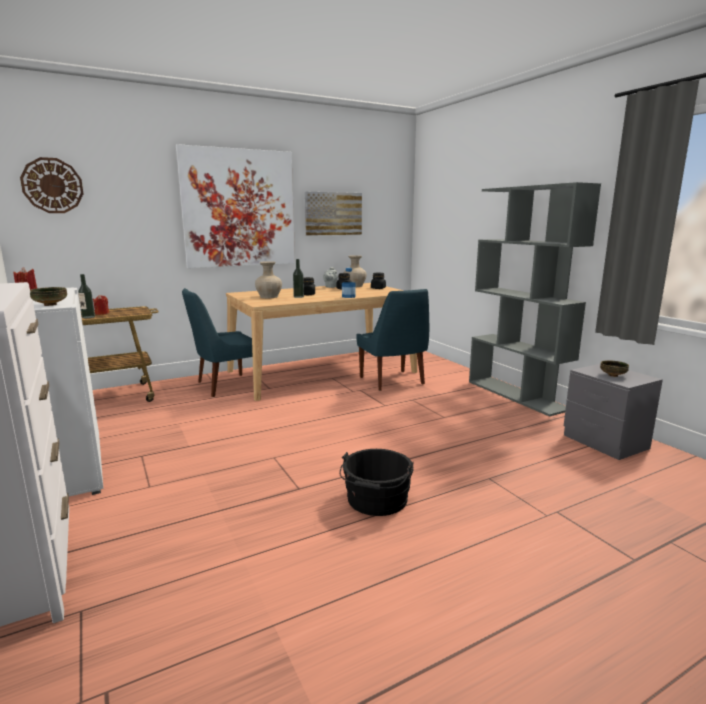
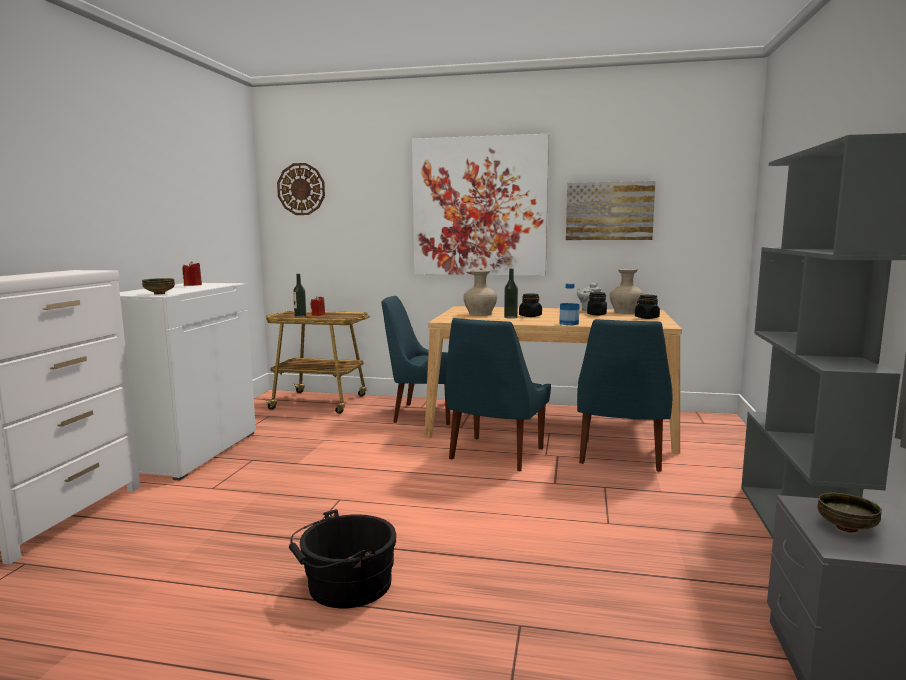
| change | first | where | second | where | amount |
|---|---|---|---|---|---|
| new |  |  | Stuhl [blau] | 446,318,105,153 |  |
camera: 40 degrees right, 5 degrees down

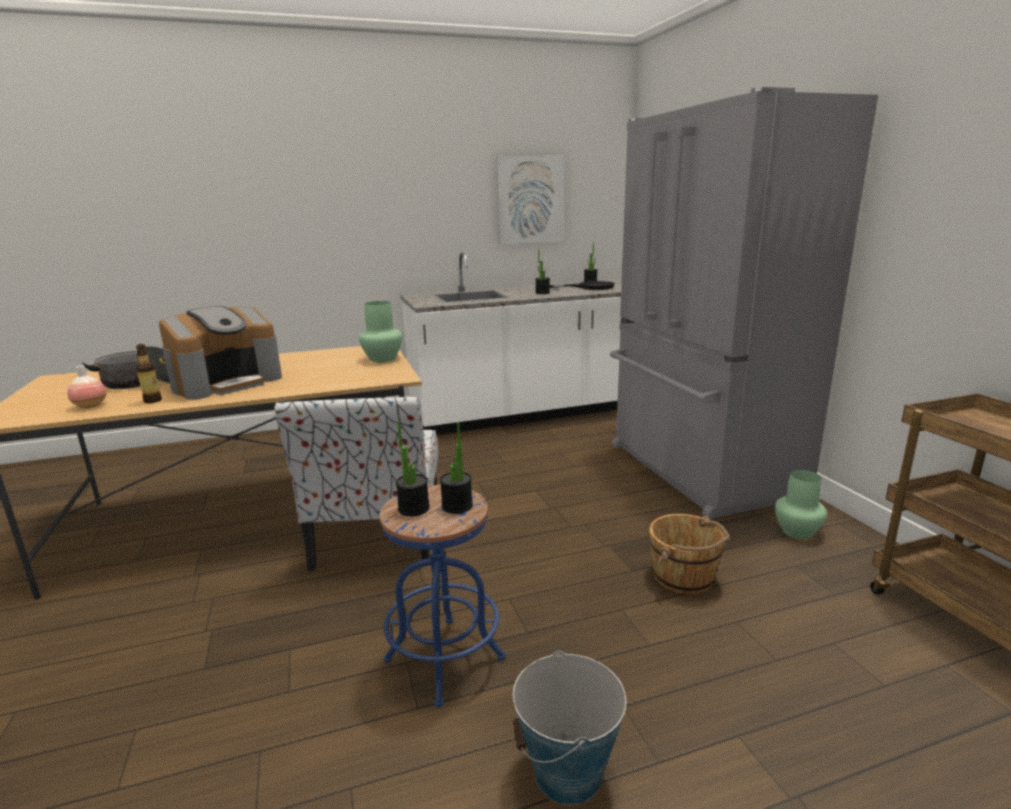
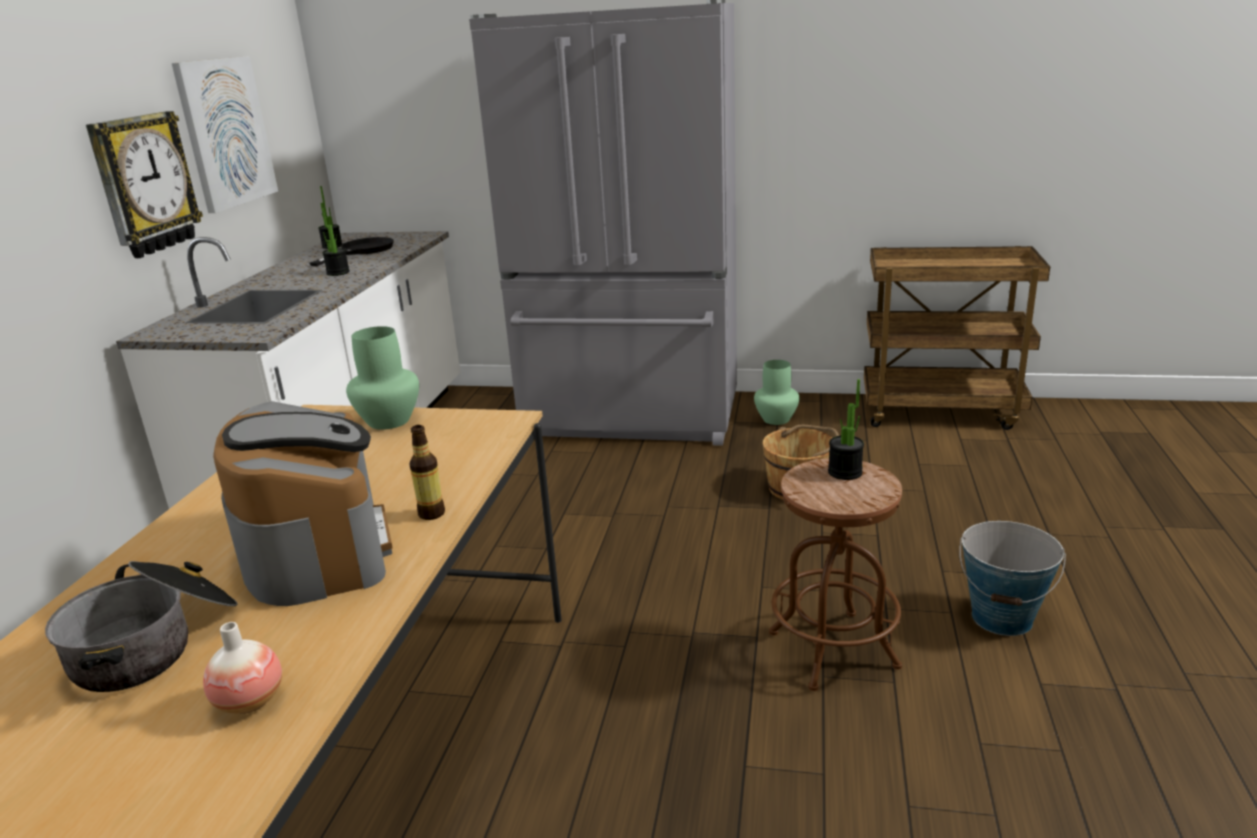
| change | first | where | second | where | amount |
|---|---|---|---|---|---|
| new |  |  | Wanduhr | 86,111,117,147 |  |
| shifted | Flasche | 136,344,26,59 |  | 410,425,35,95 |  |
| repainted | Hocker [blau] | 380,485,126,223 | Hocker [braun] | 769,458,133,233 |  |
| gone | Stuhl | 274,397,164,174 |  |  |  |
| gone | Topfpflanze | 396,421,34,95 |  |  |  |
camera: 60 degrees left, 5 degrees up

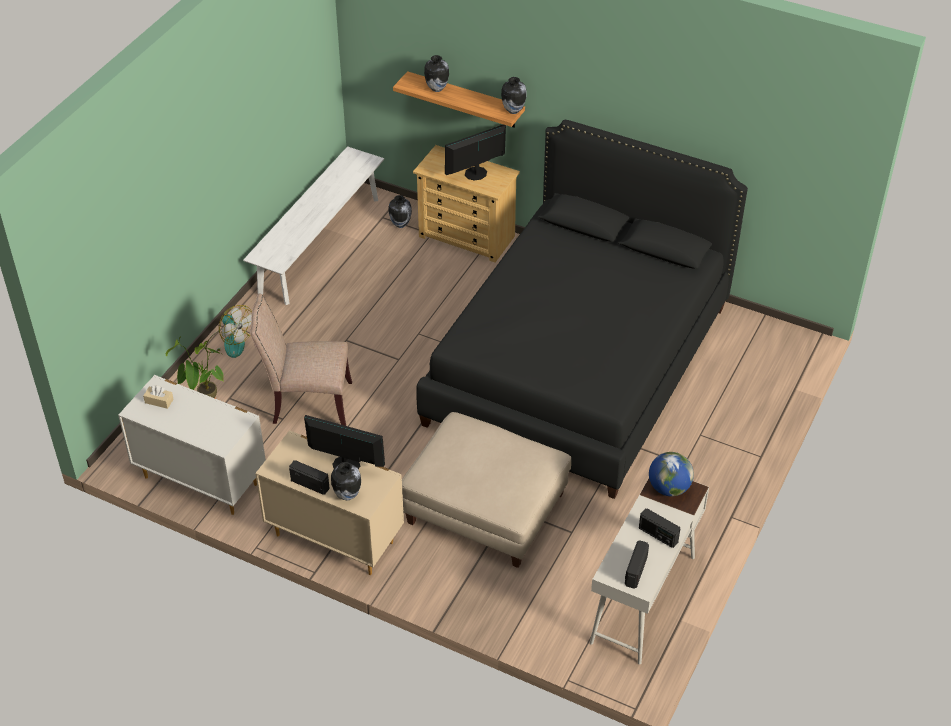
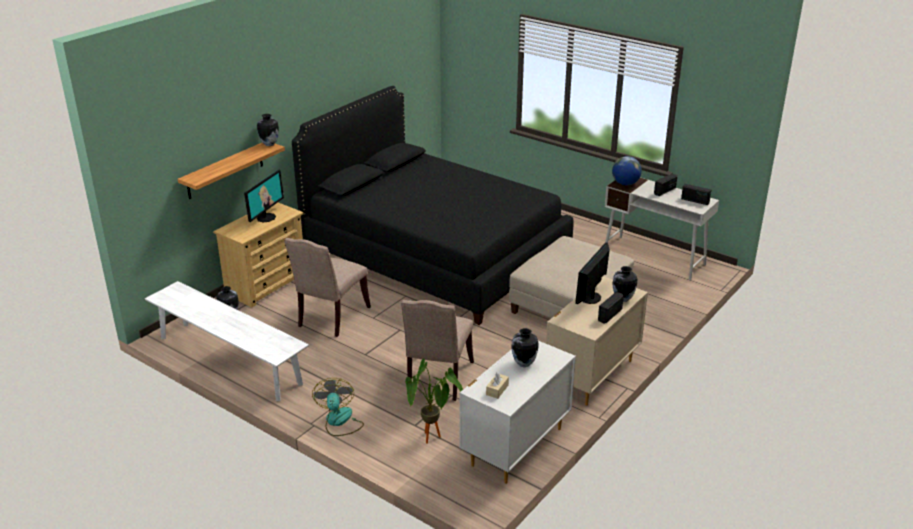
| change | first | where | second | where | amount |
|---|---|---|---|---|---|
| rotated | Monitor | 445,125,61,56 |  | 244,169,40,54 | 135 degrees counterclockwise |
| new |  |  | Stuhl [beige] | 284,238,87,99 |  |
| rotated | Ventilator | 206,305,46,53 |  | 312,378,52,58 | 60 degrees counterclockwise |
| shifted | Vase | 424,55,25,37 |  | 511,328,27,39 |  |
camera: 80 degrees left, 15 degrees down

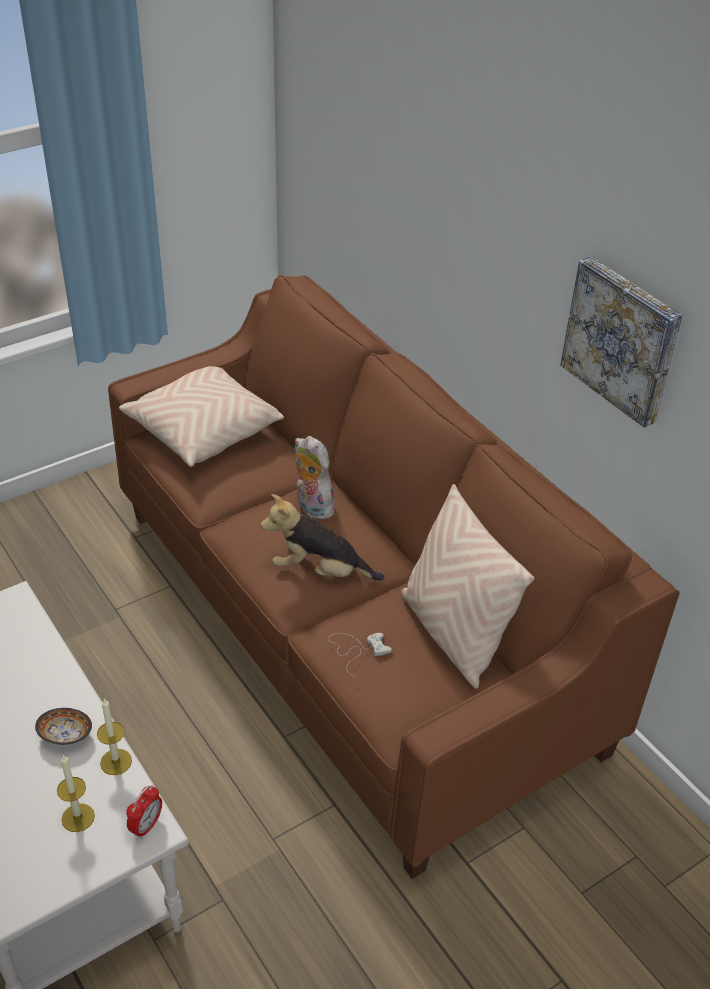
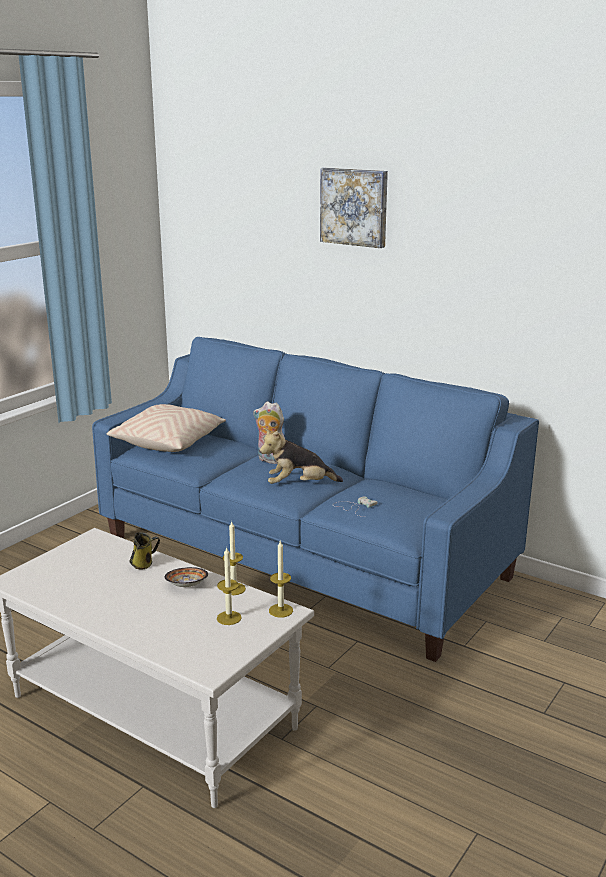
| change | first | where | second | where | amount |
|---|---|---|---|---|---|
| repainted | Sofa [braun] | 108,275,571,604 | Sofa [blau] | 92,337,447,325 |  |
| new |  |  | Henkelbecher | 129,532,31,38 |  |
| swapped | Wecker | 126,785,36,54 | Kerze | 269,541,24,77 |  |
| shifted | Bild | 560,256,123,172 |  | 320,167,68,81 |  |
| gone | Kissen [beige] | 401,484,133,204 |  |  |  |
camera: 20 degrees left, 20 degrees down

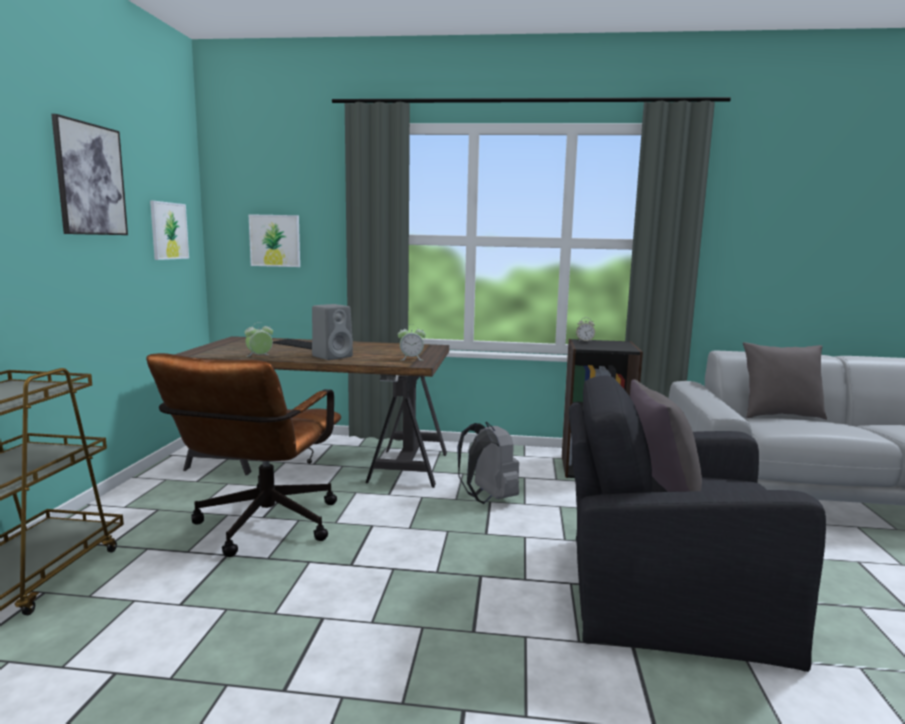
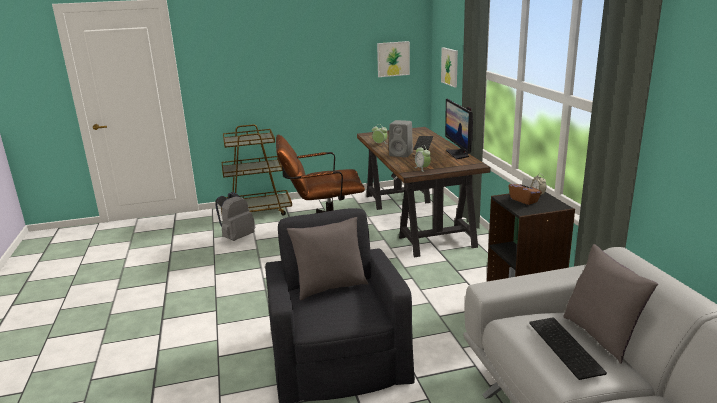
| change | first | where | second | where | amount |
|---|---|---|---|---|---|
| shifted | Rucksack [grau] | 457,422,62,82 |  | 215,192,40,49 |  |
| new |  |  | Monitor | 445,99,28,61 |  |
| new |  |  | Taschentuchbox [braun] | 509,178,33,27 |  |
| new |  |  | Tastatur | 529,317,78,63 |  |
| gone | Bild | 51,114,77,121 |  |  |  |
camera: 70 degrees right, 10 degrees up

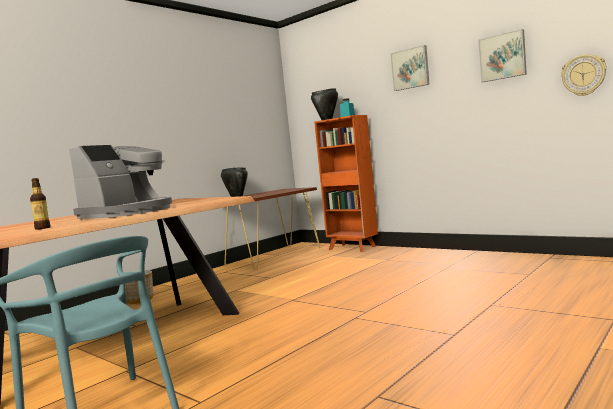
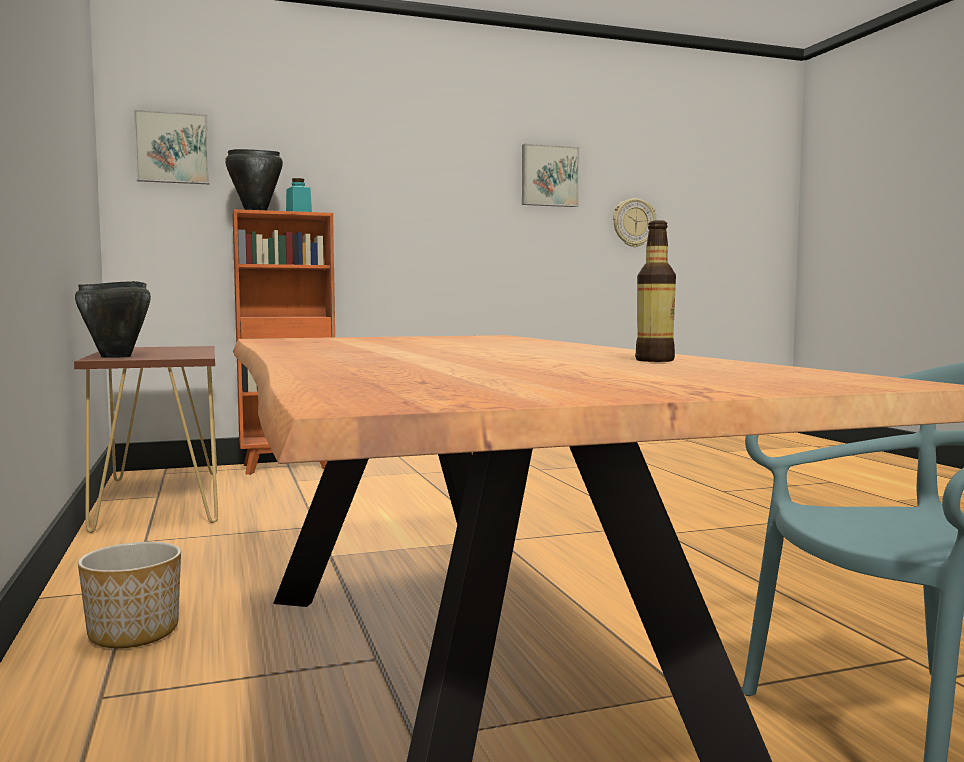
| change | first | where | second | where | amount |
|---|---|---|---|---|---|
| shifted | Bild | 391,45,39,46 |  | 134,109,76,76 |  |
| gone | Kaffeemaschine | 69,145,103,74 |  |  |  |
camera: 60 degrees left, 0 degrees up

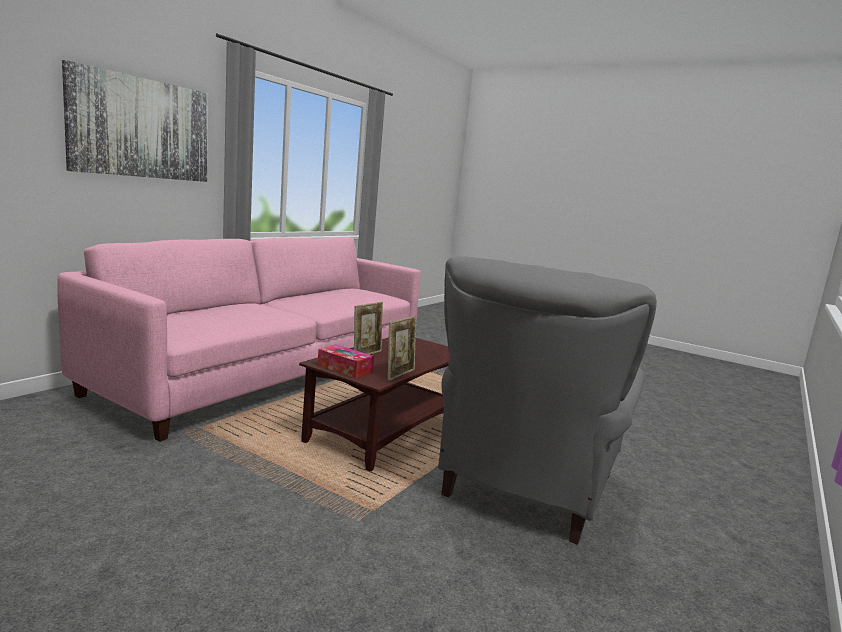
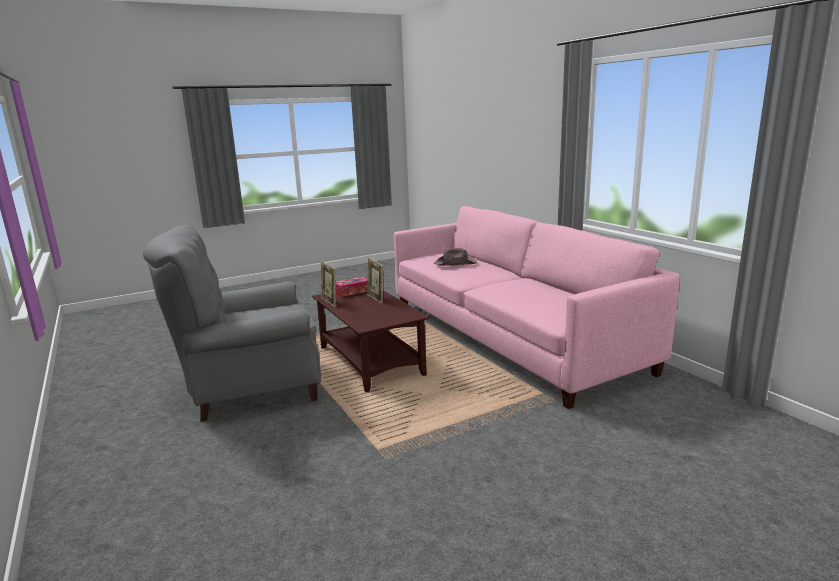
| change | first | where | second | where | amount |
|---|---|---|---|---|---|
| rotated | Sessel [grau] | 438,256,219,289 |  | 143,225,178,197 | 75 degrees counterclockwise |
| new |  |  | Hut [braun] | 434,248,43,18 |  |
| gone | Bild | 62,60,146,122 |  |  |  |
camera: 120 degrees right, 5 degrees up

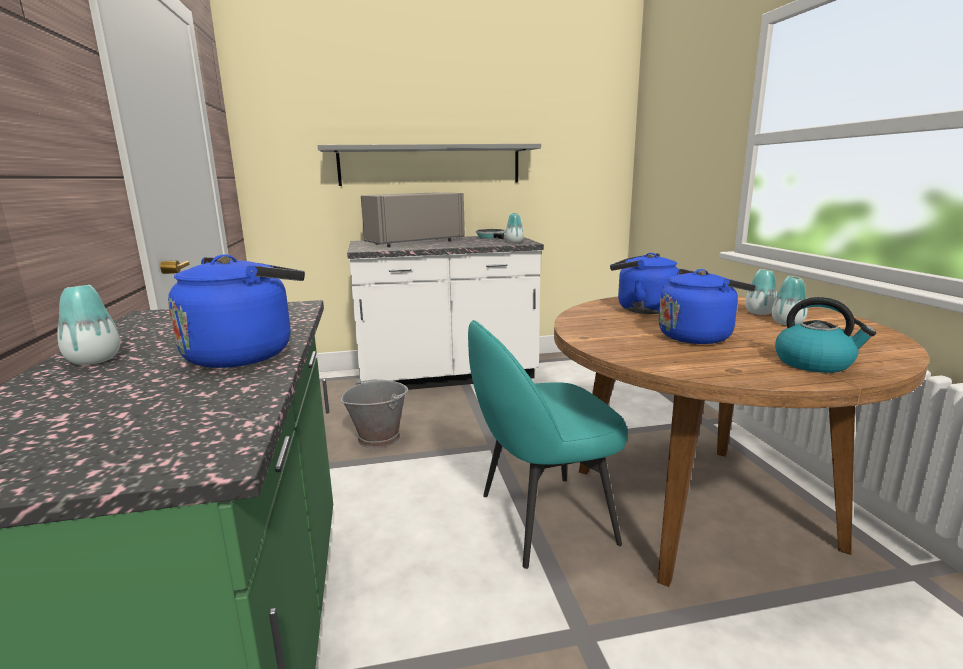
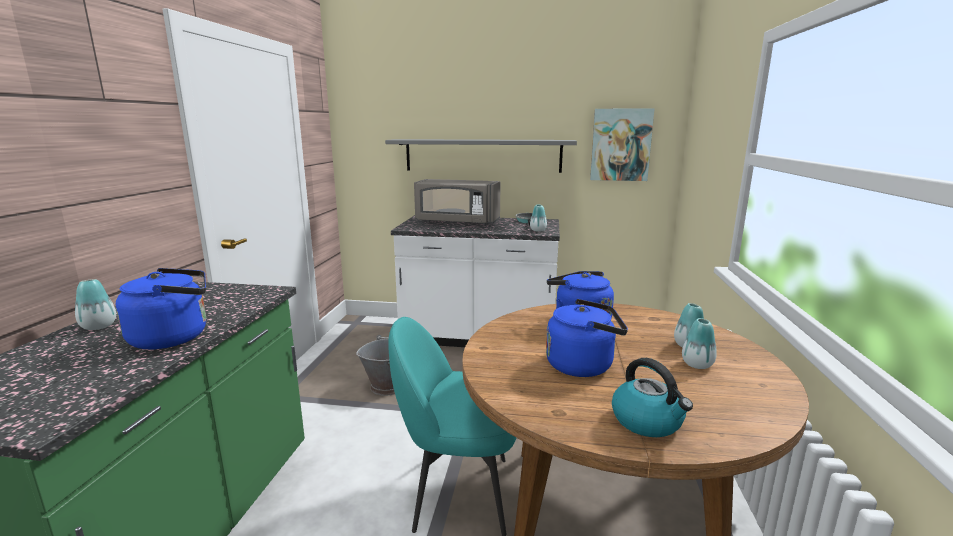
| change | first | where | second | where | amount |
|---|---|---|---|---|---|
| rotated | Mikrowelle [grau] | 361,193,104,54 |  | 414,179,87,47 | 150 degrees counterclockwise |
| new |  |  | Bild | 590,108,65,73 |  |
camera: 20 degrees right, 0 degrees up

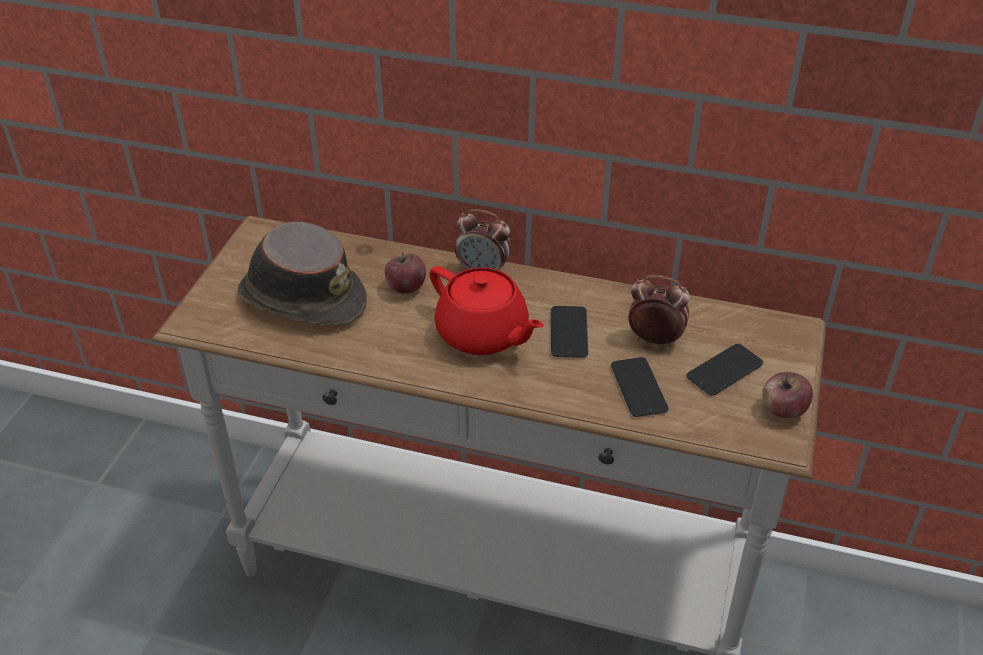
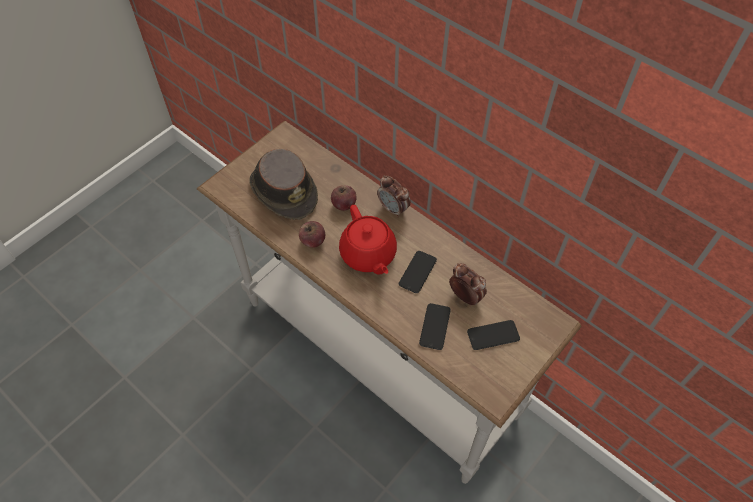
| change | first | where | second | where | amount |
|---|---|---|---|---|---|
| shifted | Apfel | 762,372,51,46 |  | 299,221,26,27 |  |
camera: 25 degrees right, 15 degrees up

